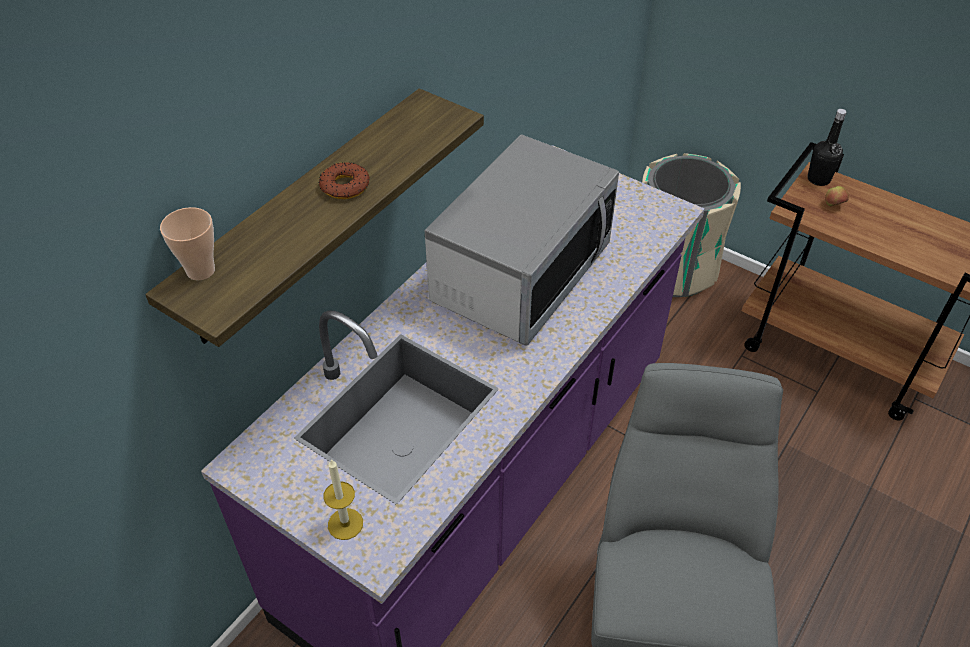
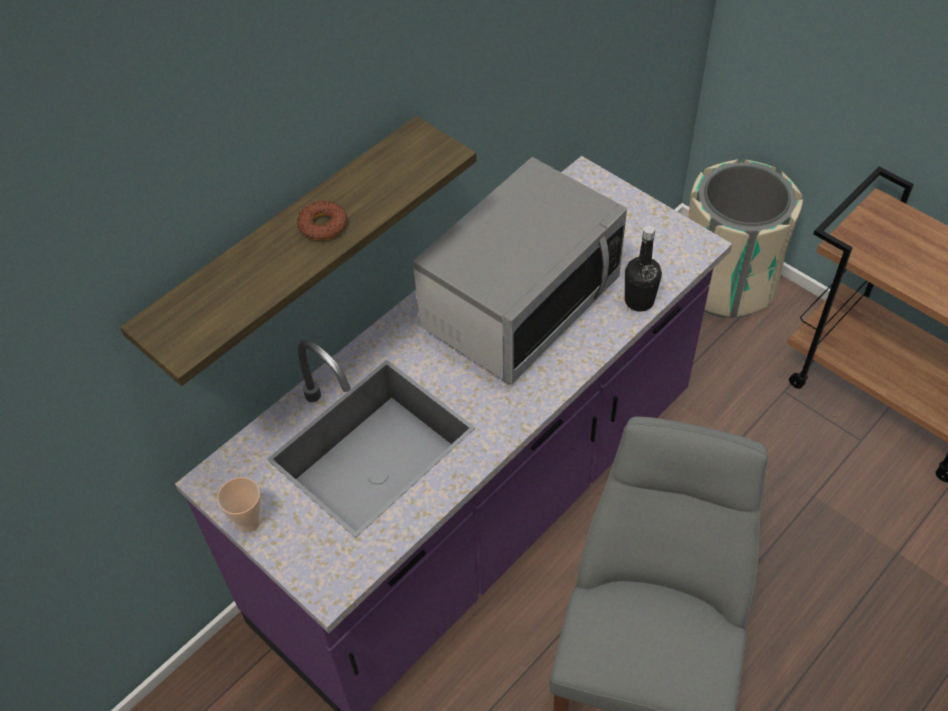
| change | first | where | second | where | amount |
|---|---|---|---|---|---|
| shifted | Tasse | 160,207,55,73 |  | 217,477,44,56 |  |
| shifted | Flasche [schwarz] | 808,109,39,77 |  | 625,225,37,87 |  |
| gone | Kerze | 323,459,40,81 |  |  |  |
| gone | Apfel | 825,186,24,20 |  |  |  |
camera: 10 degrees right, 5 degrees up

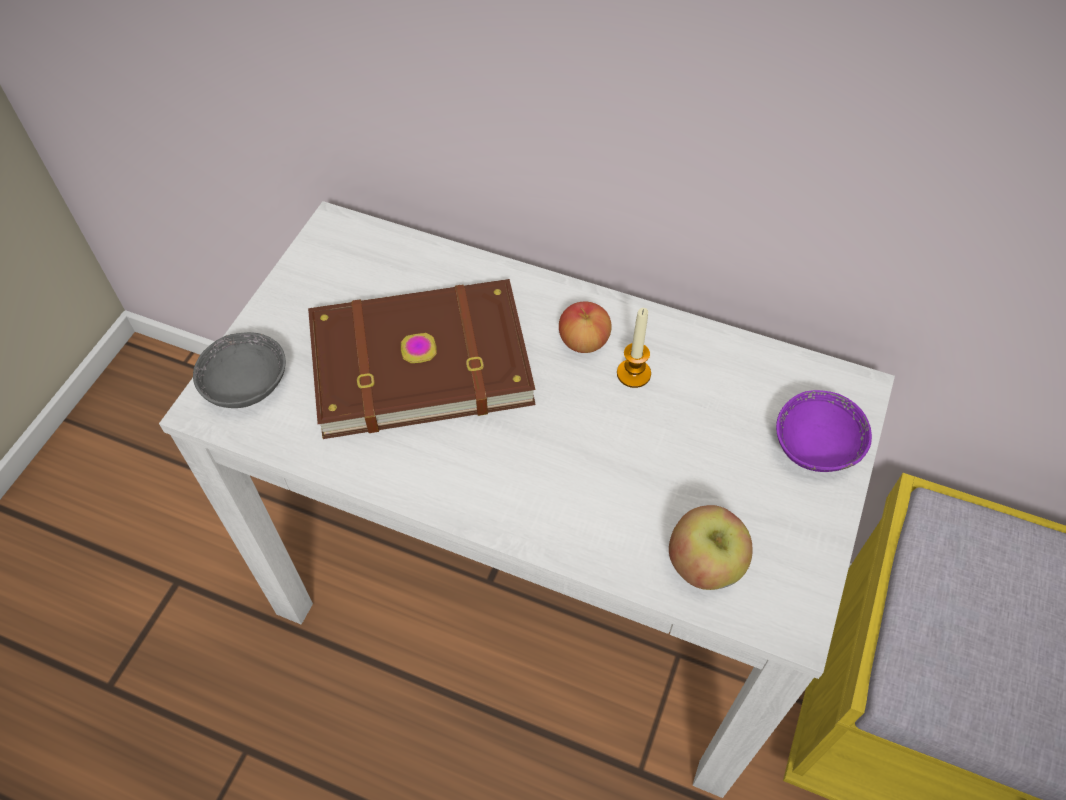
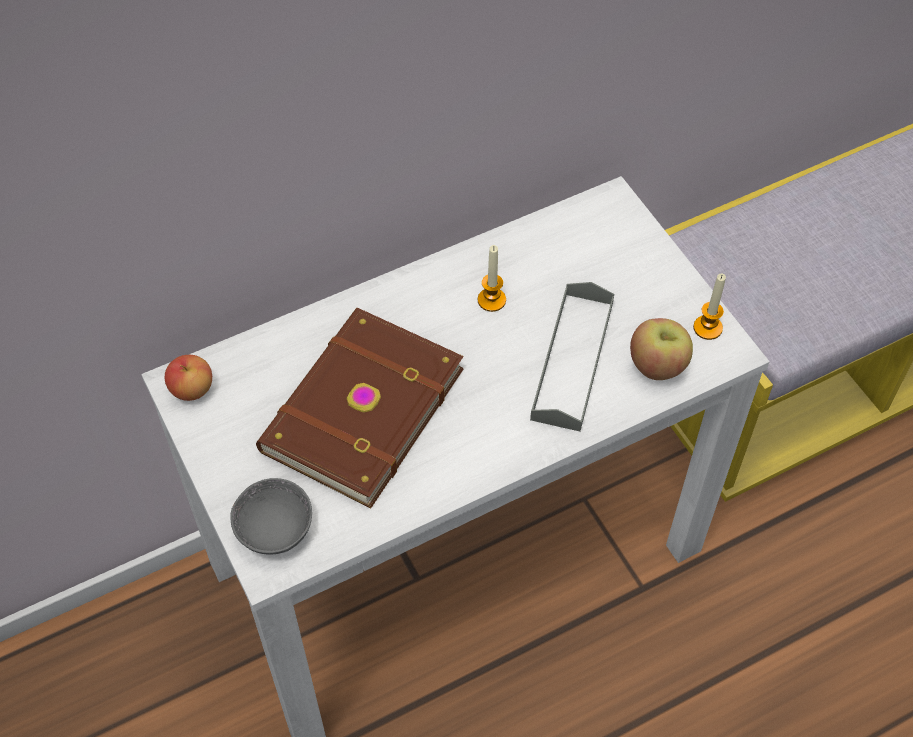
| change | first | where | second | where | amount |
|---|---|---|---|---|---|
| shifted | Apfel | 559,302,53,51 |  | 165,355,47,46 |  |
| new |  |  | Tablett [grau] | 530,282,84,150 |  |
| new |  |  | Kerze | 693,273,33,67 |  |
| gone | Schüssel [lila] | 776,390,96,82 |  |  |  |
camera: 50 degrees left, 0 degrees up

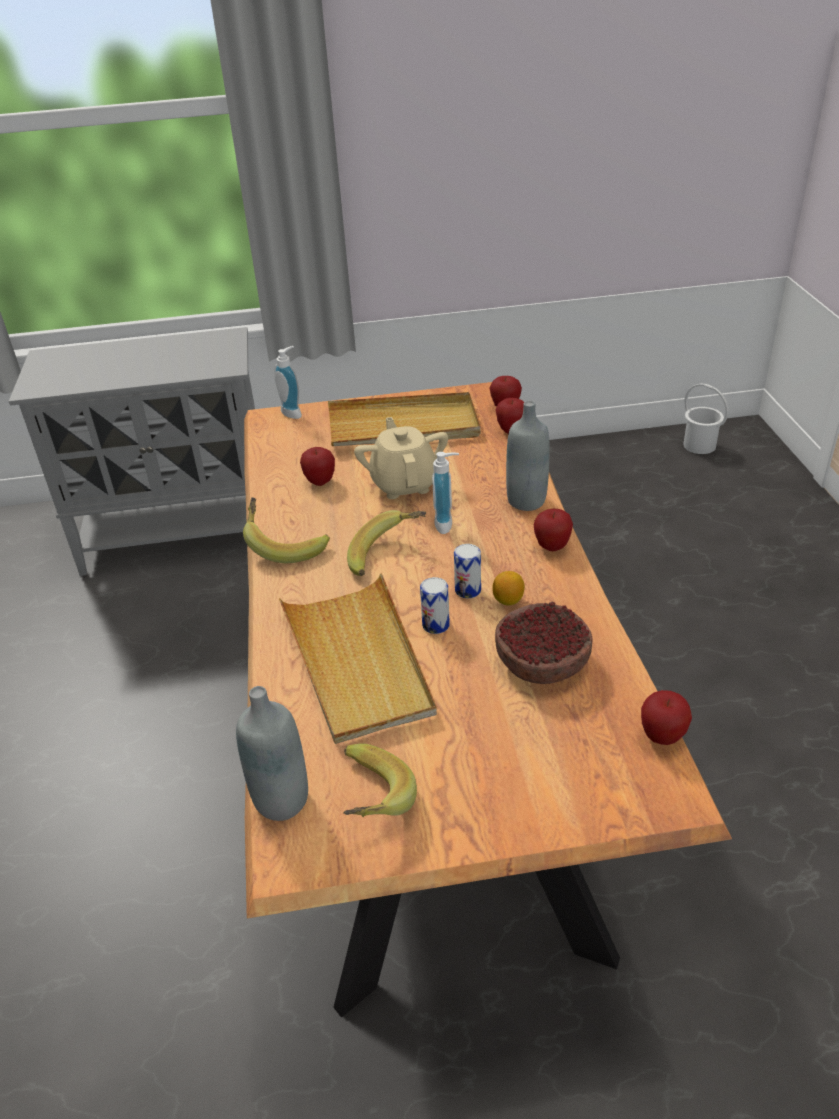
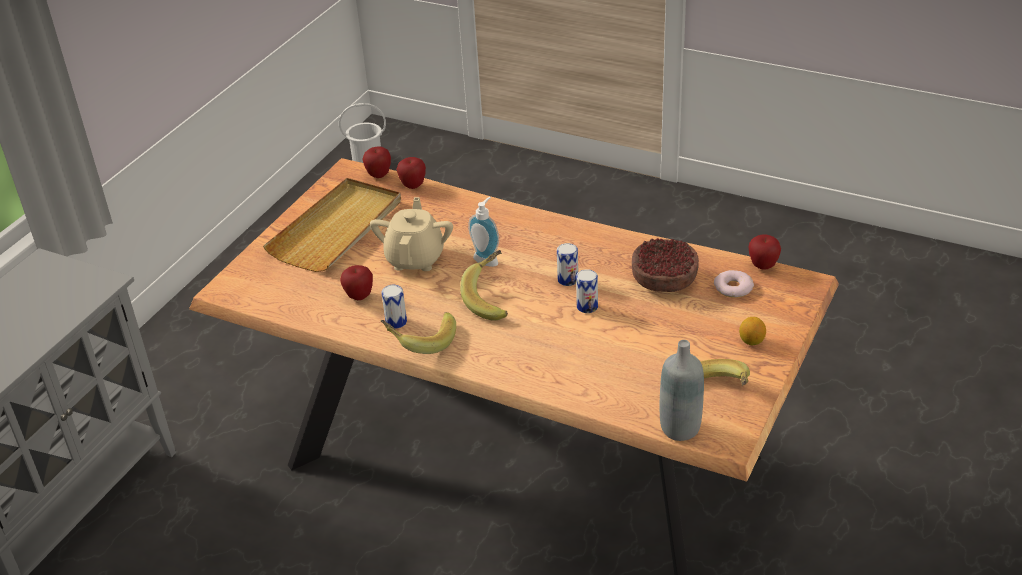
| change | first | where | second | where | amount |
|---|---|---|---|---|---|
| rotated | Teekanne [beige] | 354,417,94,82 |  | 370,197,83,74 | 75 degrees clockwise |
| new |  |  | Dose | 381,285,26,44 |  |
| new |  |  | Donut | 714,270,40,28 |  |
| shifted | Zitrone | 492,571,33,35 |  | 739,317,27,28 |  |
| gone | Seifenspender | 274,346,28,73 |  |  |  |
| gone | Tablett [beige] | 279,573,158,171 |  |  |  |
| gone | Flasche [grau] | 506,401,44,110 |  |  |  |
| gone | Apfel | 534,509,39,42 |  |  |  |
camera: 55 degrees left, 0 degrees up

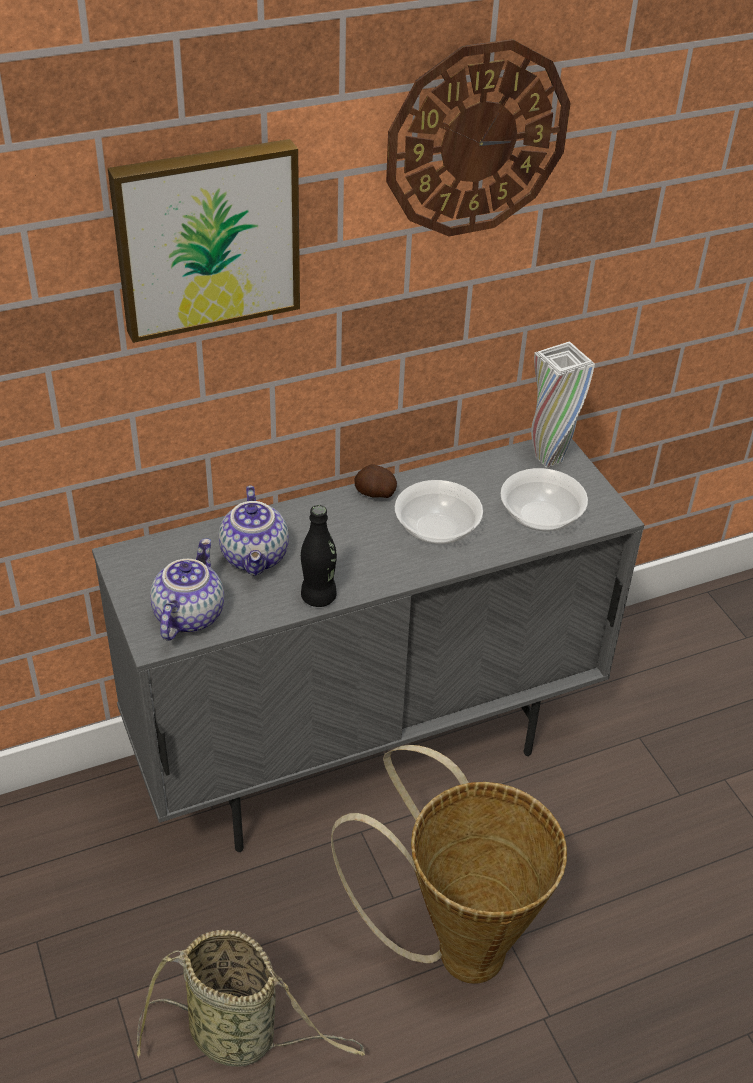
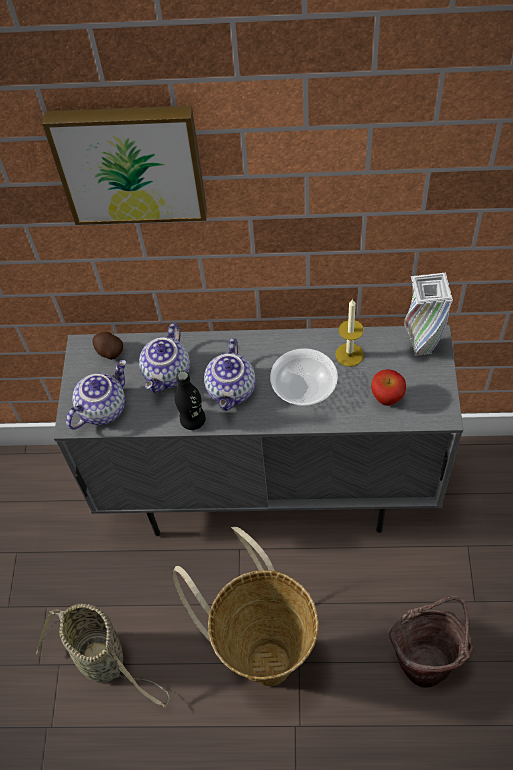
| change | first | where | second | where | amount |
|---|---|---|---|---|---|
| shifted | Kartoffel | 354,464,43,34 |  | 92,332,31,28 |  |
| new |  |  | Teekanne | 204,338,52,73 |  |
| new |  |  | Kerze | 335,299,29,68 |  |
| swapped | Schüssel | 500,468,88,63 | Apfel | 371,369,35,37 |  |
| new |  |  | Eimer [braun] | 389,596,86,92 |  |
| gone | Wanduhr | 386,39,185,197 |  |  |  |
camera: 30 degrees right, 15 degrees up

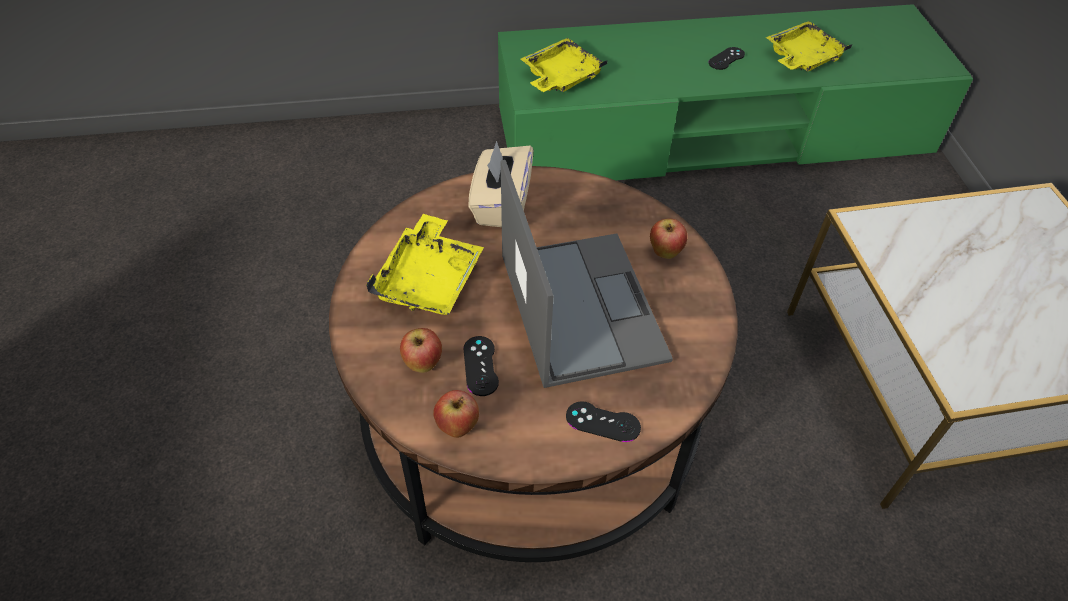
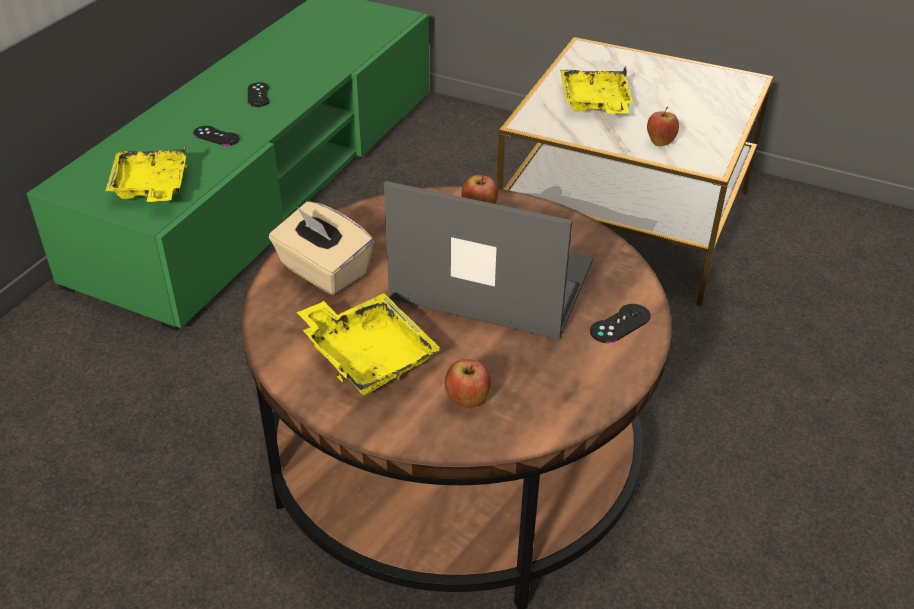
| change | first | where | second | where | amount |
|---|---|---|---|---|---|
| shifted | Gamepad [schwarz] | 463,336,36,60 |  | 193,126,47,20 |  |
| shifted | Tablett [gelb] | 766,21,87,51 |  | 560,66,73,48 |  |
| shifted | Apfel | 433,390,46,48 |  | 647,107,32,39 |  |
camera: 55 degrees left, 10 degrees down

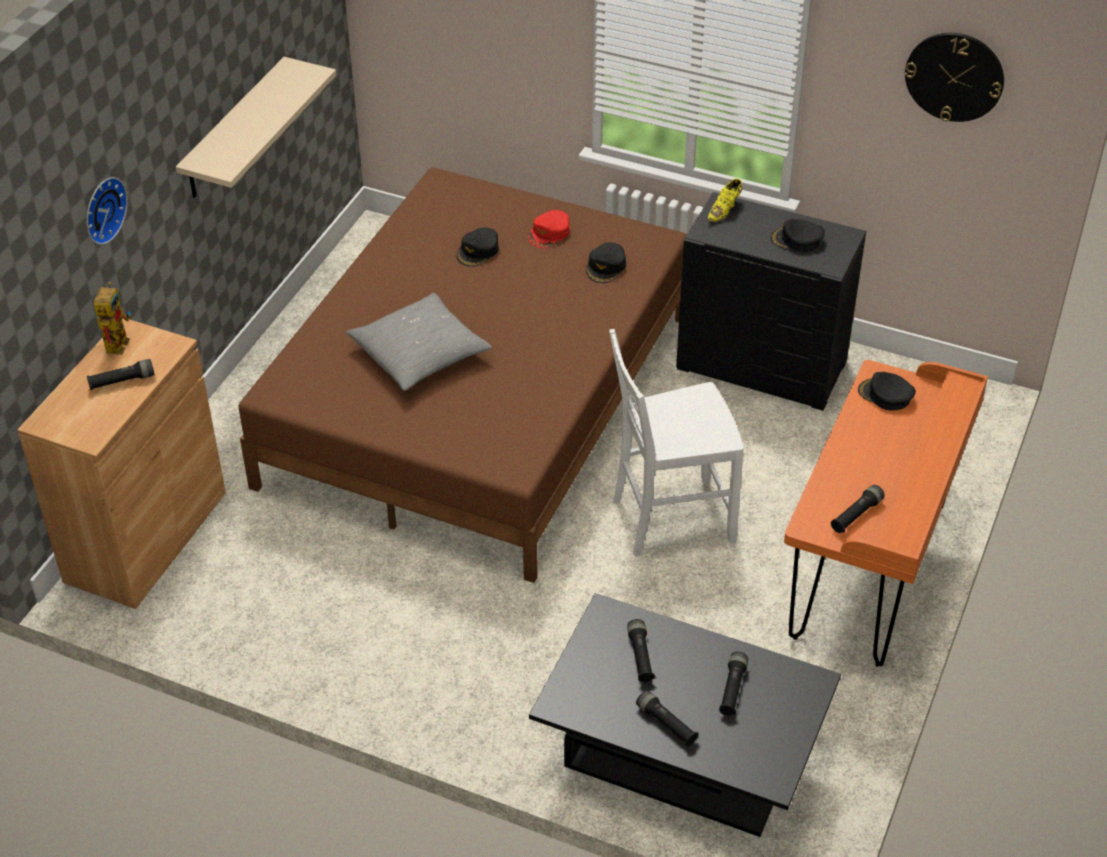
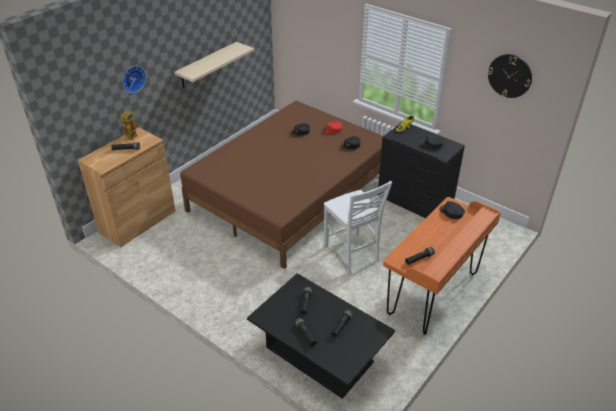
| change | first | where | second | where | amount |
|---|---|---|---|---|---|
| rotated | Stuhl [weiß] | 609,329,135,227 |  | 324,181,68,93 | 120 degrees counterclockwise |
| gone | Kissen [grau] | 346,293,146,98 |  |  |  |
camera: 15 degrees right, 5 degrees down

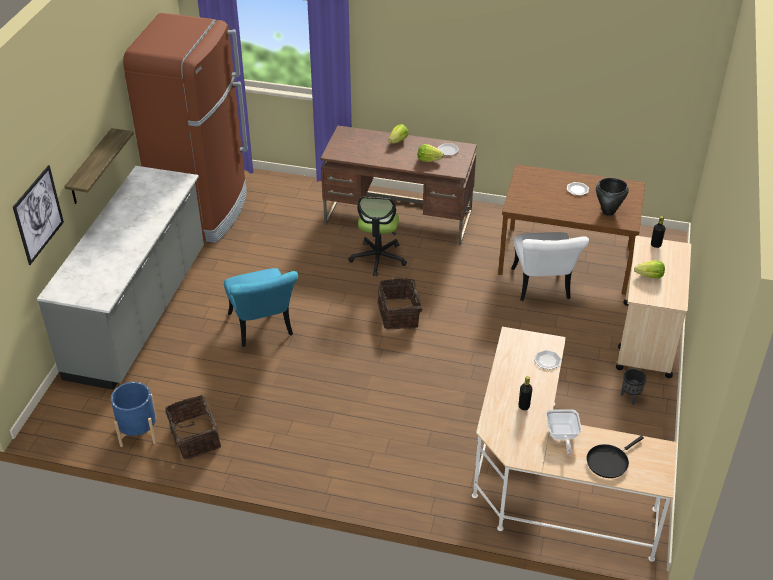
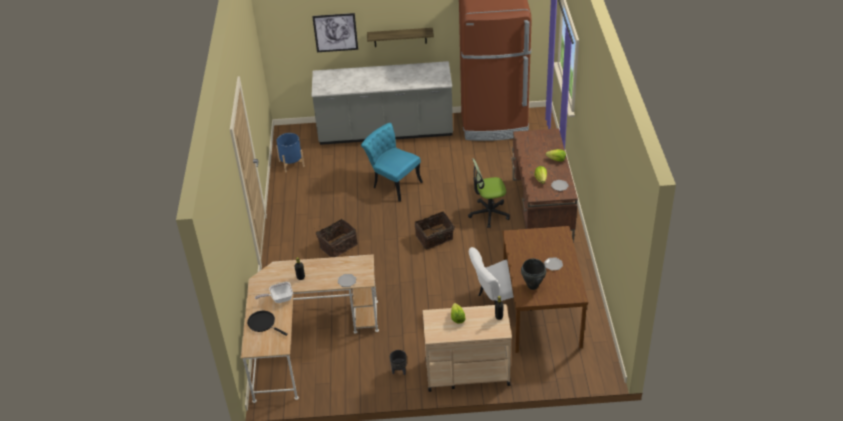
| change | first | where | second | where | amount |
|---|---|---|---|---|---|
| shifted | Korb | 163,395,58,65 |  | 316,219,42,38 |  |
| rotated | Stuhl [türkis] | 224,268,74,79 |  | 361,123,62,79 | 75 degrees clockwise |
camera: 75 degrees right, 0 degrees up

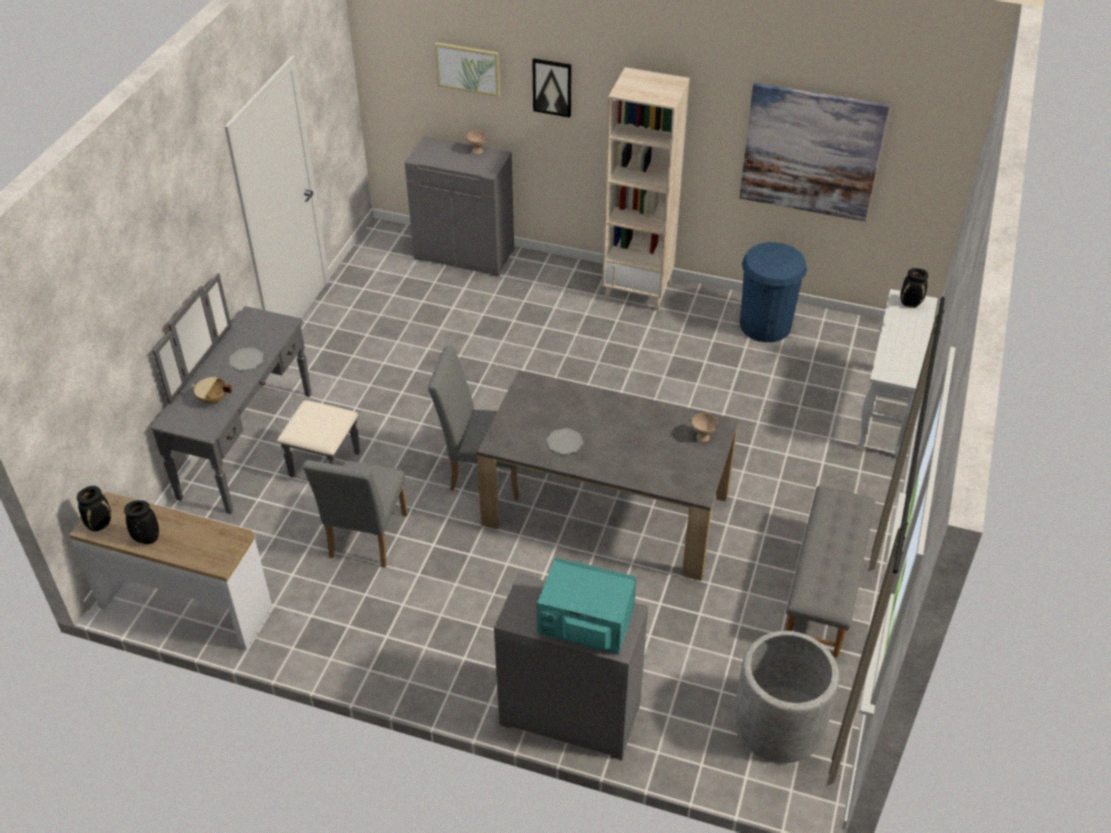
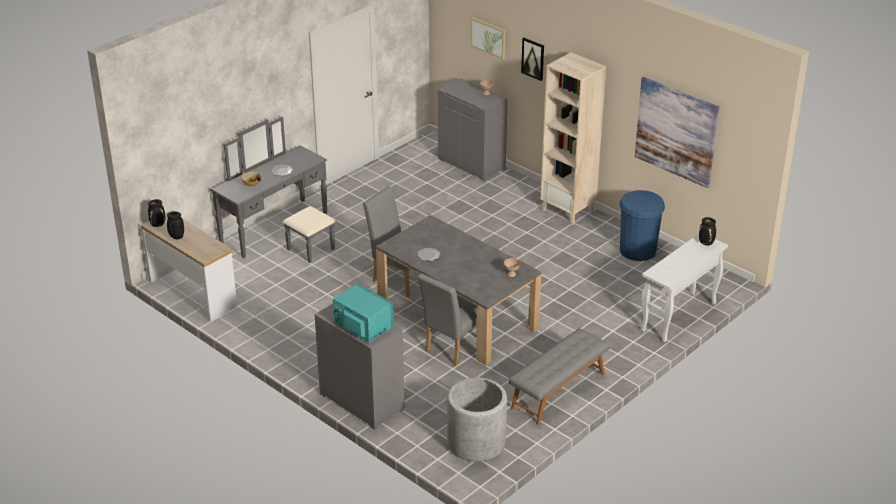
| change | first | where | second | where | amount |
|---|---|---|---|---|---|
| shifted | Stuhl [grau] | 303,460,105,108 |  | 418,273,59,93 |  |
camera: 25 degrees right, 10 degrees down

